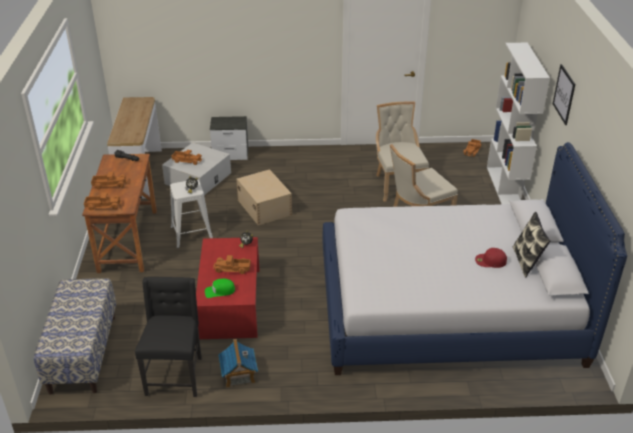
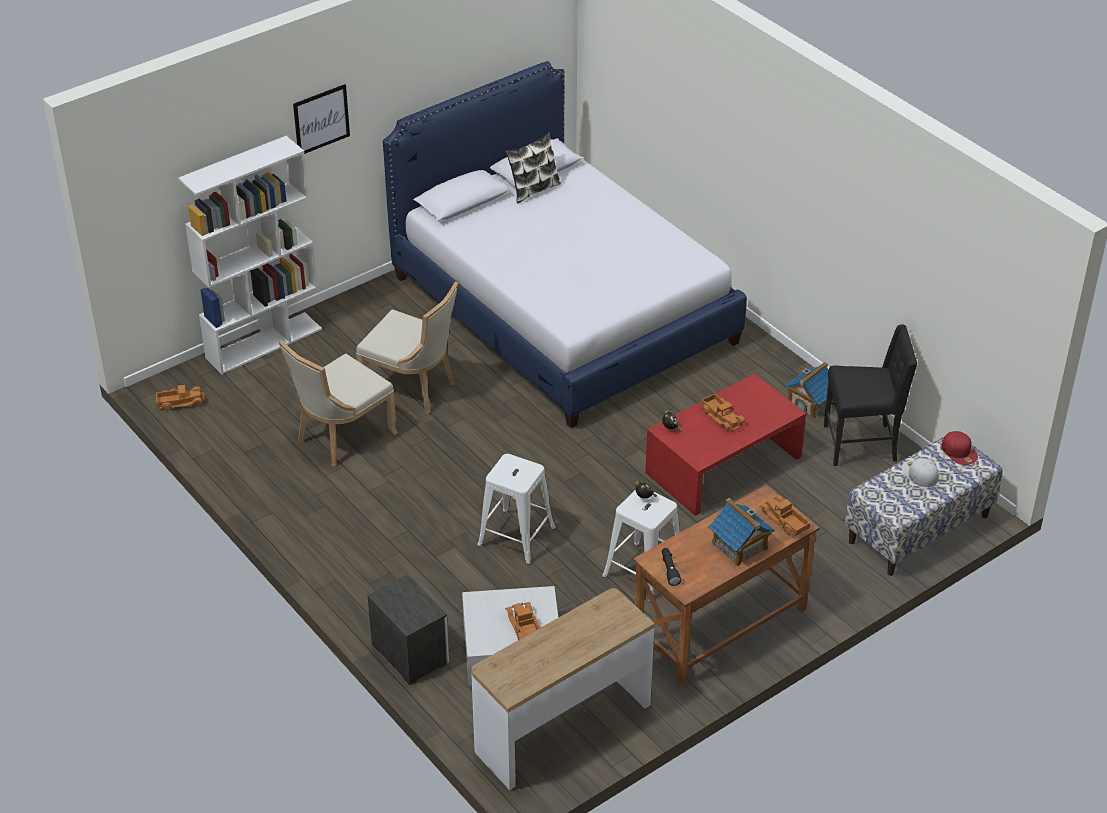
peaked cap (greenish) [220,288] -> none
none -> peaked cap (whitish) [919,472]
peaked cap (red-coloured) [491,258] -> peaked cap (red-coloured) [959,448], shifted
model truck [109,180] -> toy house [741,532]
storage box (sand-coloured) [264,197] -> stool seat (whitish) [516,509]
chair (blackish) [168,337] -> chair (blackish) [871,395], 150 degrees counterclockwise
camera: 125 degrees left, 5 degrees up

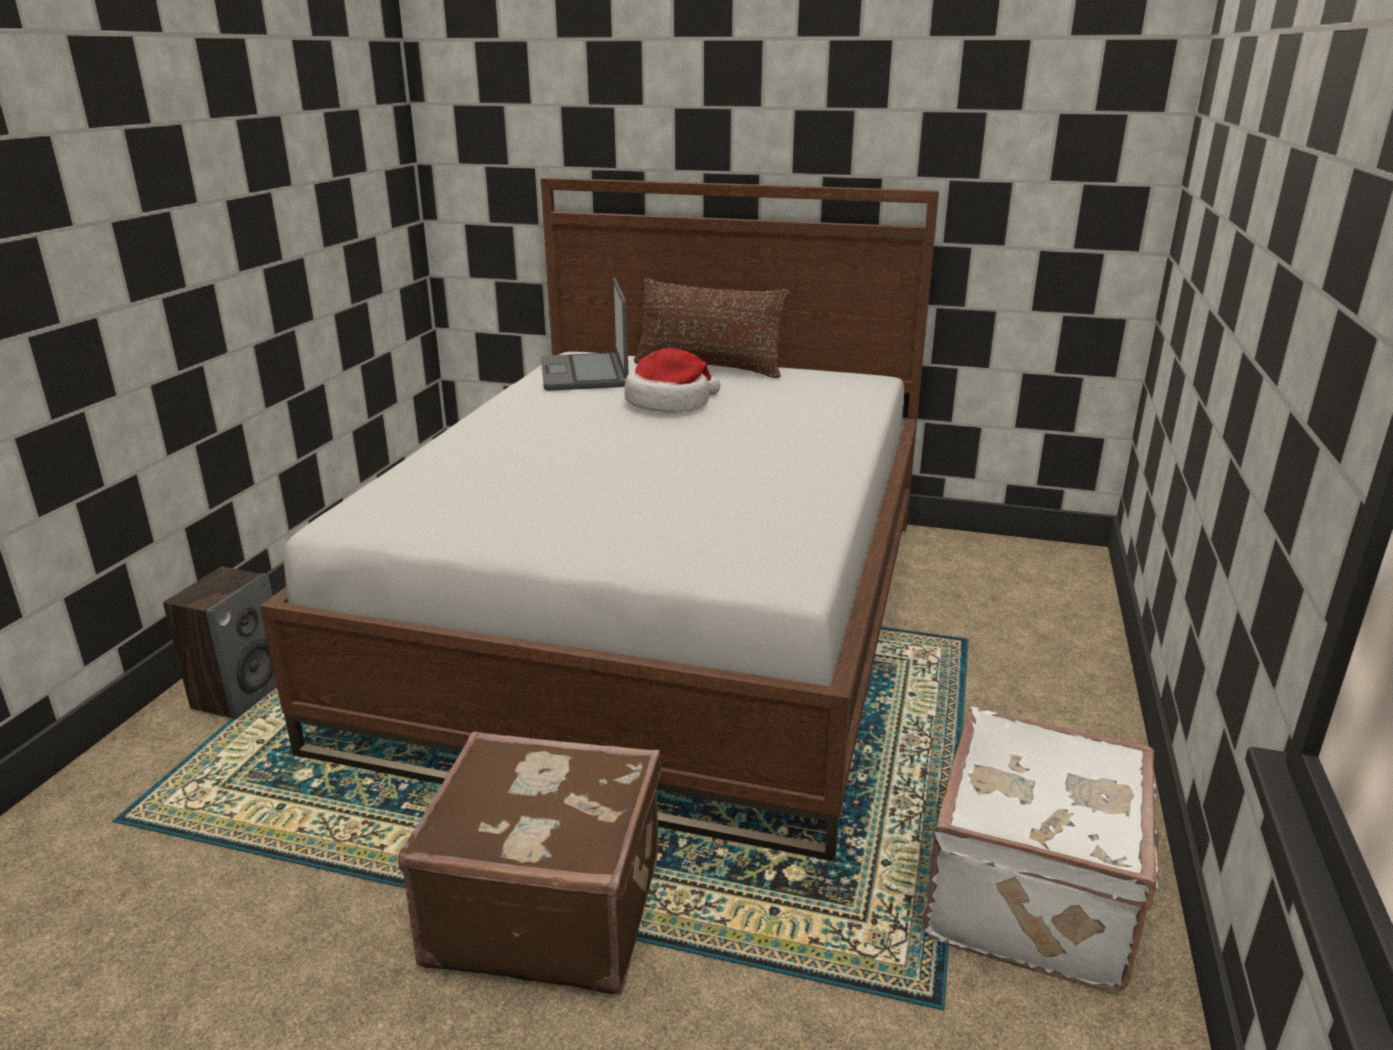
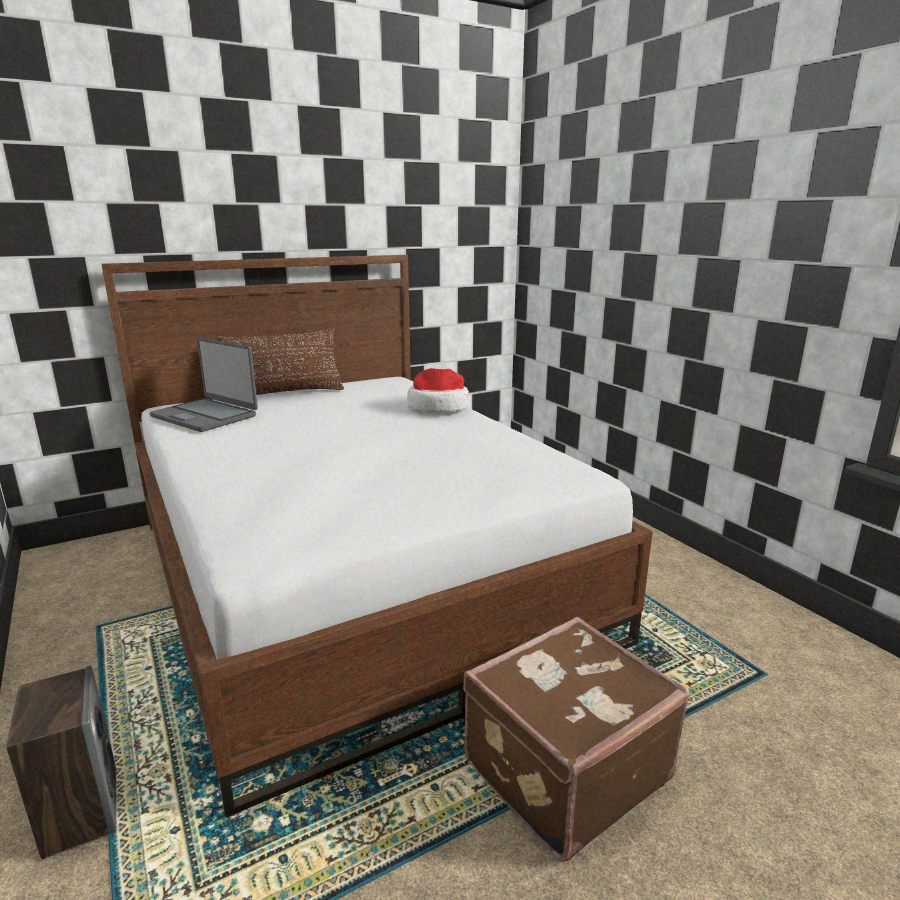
suitcase (whitish) [1042,849] -> none
clothing hat [672,380] -> clothing hat [438,390], shifted
camera: 45 degrees left, 5 degrees down

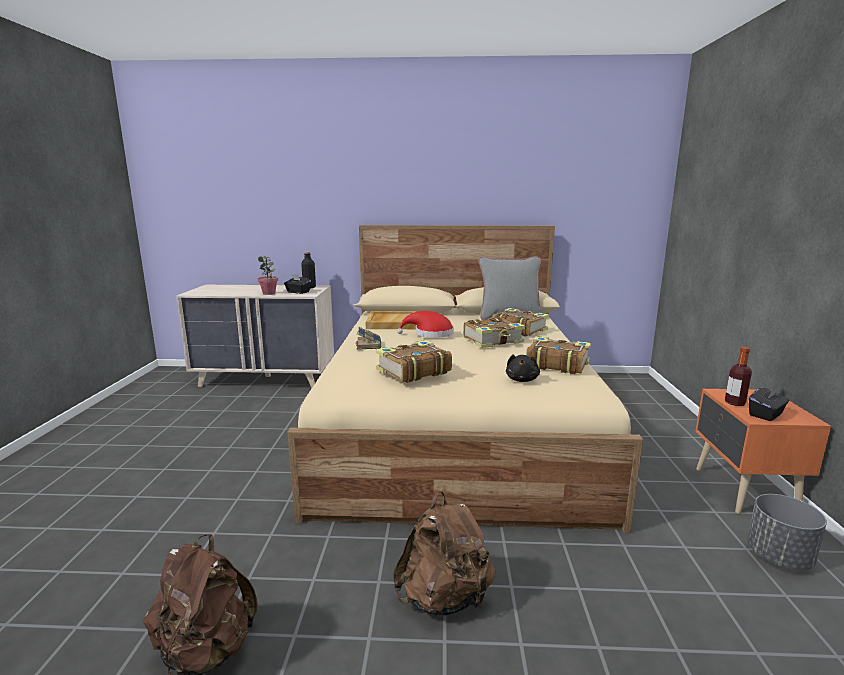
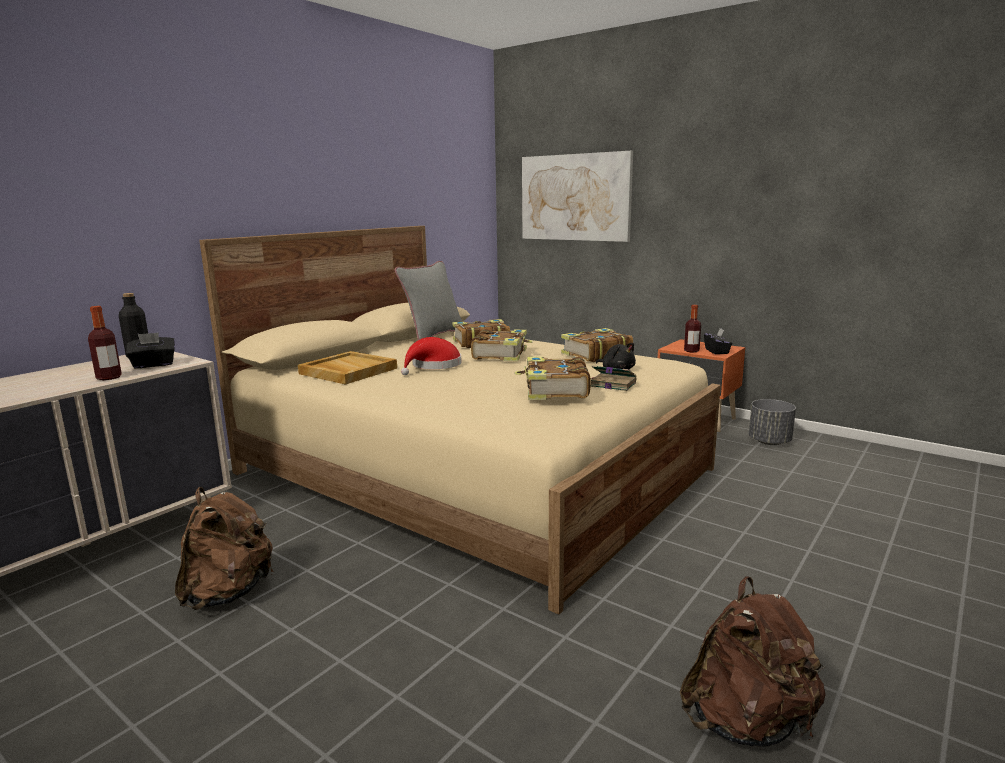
none -> wall art [577,196]
book [368,338] -> book [613,378], shifted
backpack (brown-coloured) [444,553] -> backpack (brown-coloured) [224,548], shifted
plant in a pot [268,275] -> beverage bottle [105,343]
camera: 55 degrees left, 0 degrees up

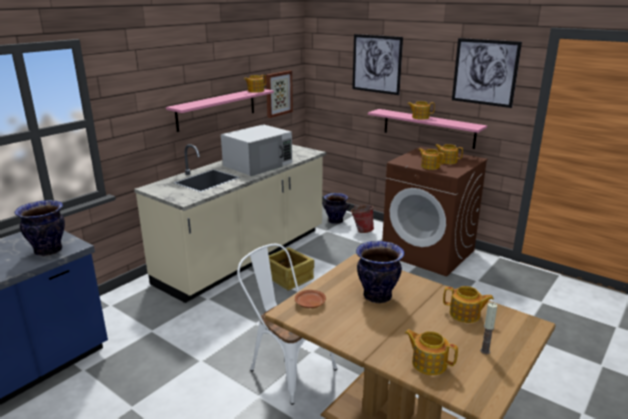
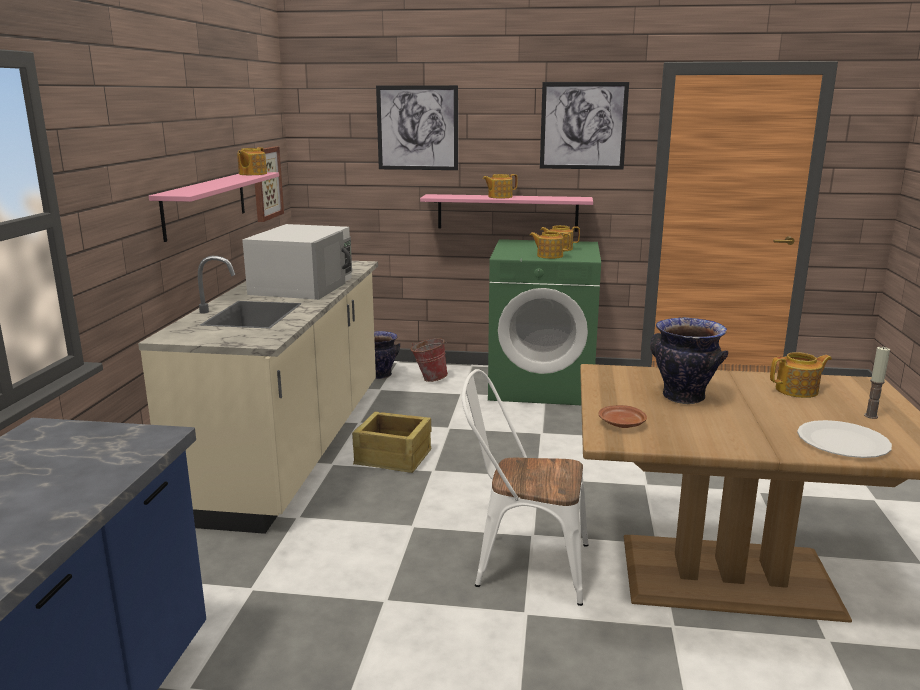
decorative vase [39,228] -> none
teapot [431,352] -> dinner plate (whitish) [844,439]
laundry machine (brown-coloured) [435,211] -> laundry machine (greenish) [544,322]
camera: 30 degrees left, 5 degrees down

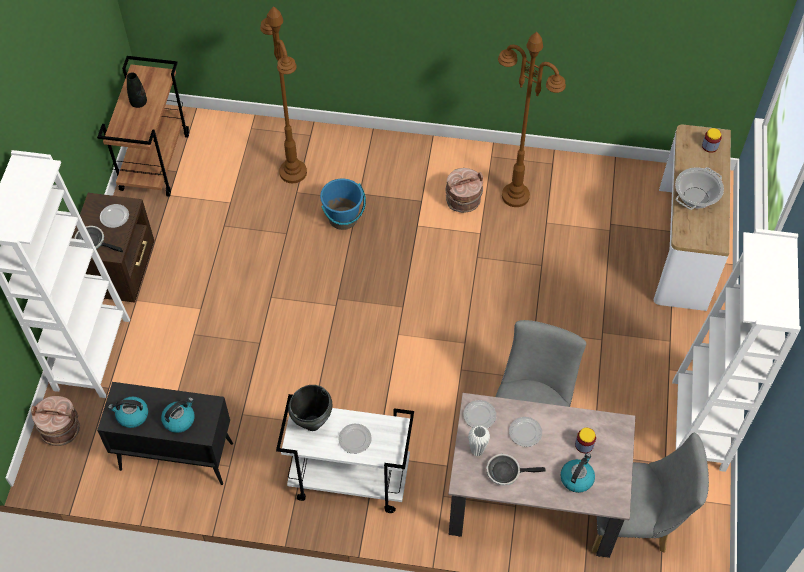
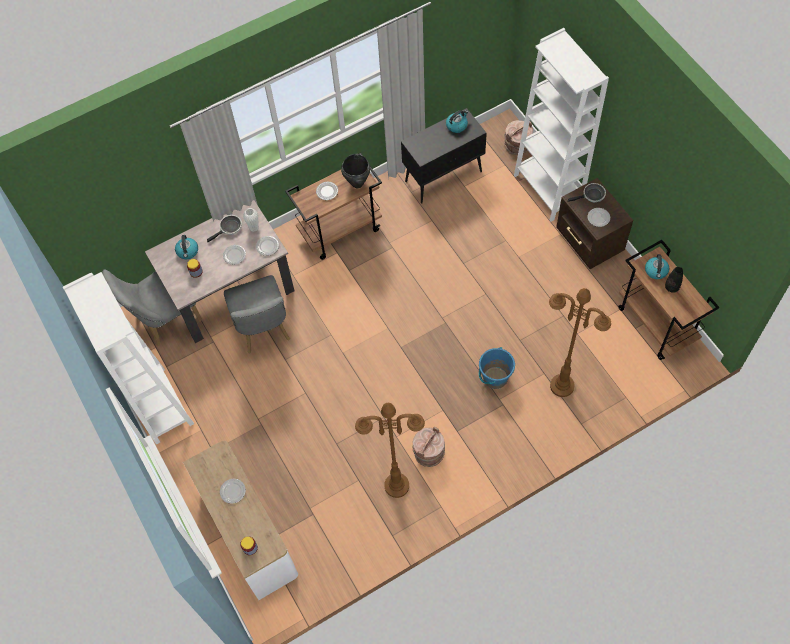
tea kettle [178,415] -> tea kettle [657,266], shifted
saucepot [699,188] -> dinner plate [233,491]
cart (whitish) [345,453] -> cart (brown-coloured) [333,206]
camera: 145 degrees right, 5 degrees up

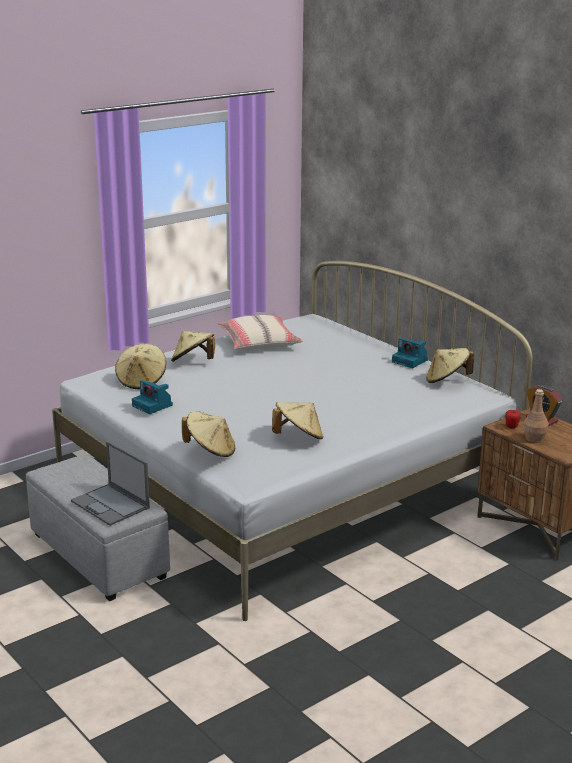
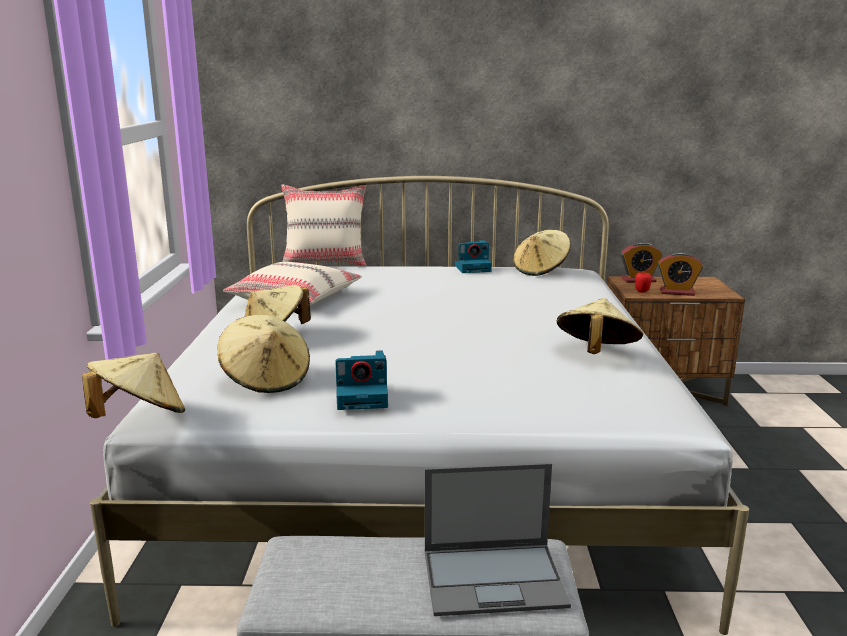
none -> pillow (sand-coloured) [323,225]
clothing hat (sand-coloured) [208,434] -> clothing hat (sand-coloured) [133,385], shifted
beverage bottle (brown-coloured) [536,416] -> alarm clock [680,274]
camera: 50 degrees left, 5 degrees down

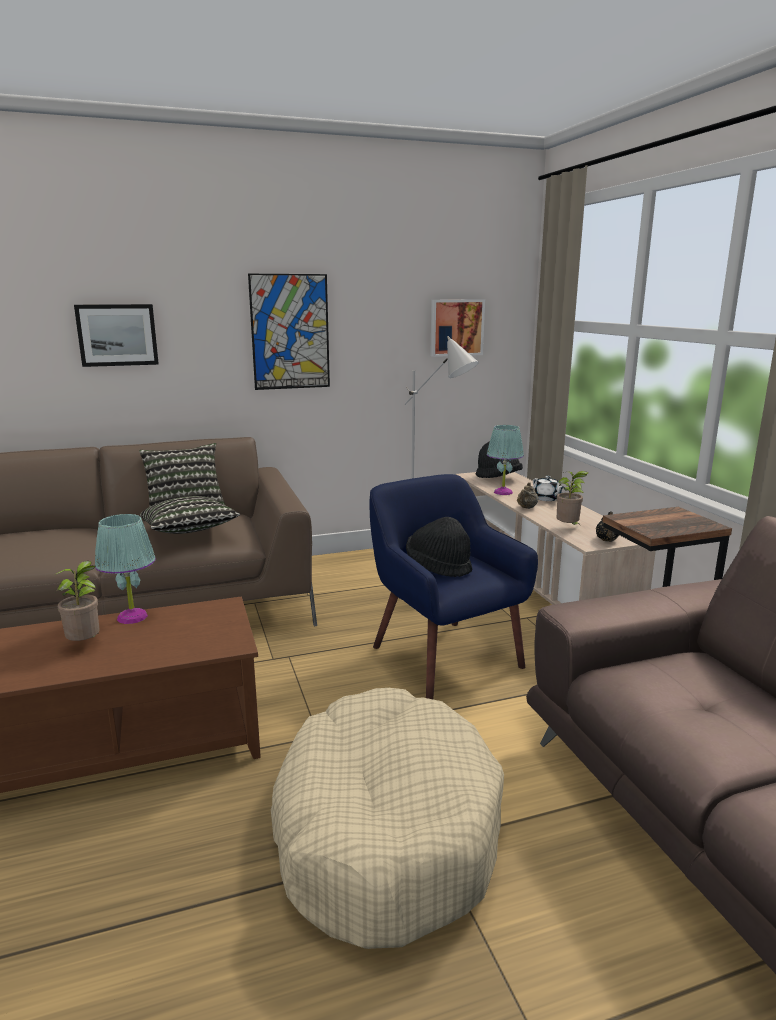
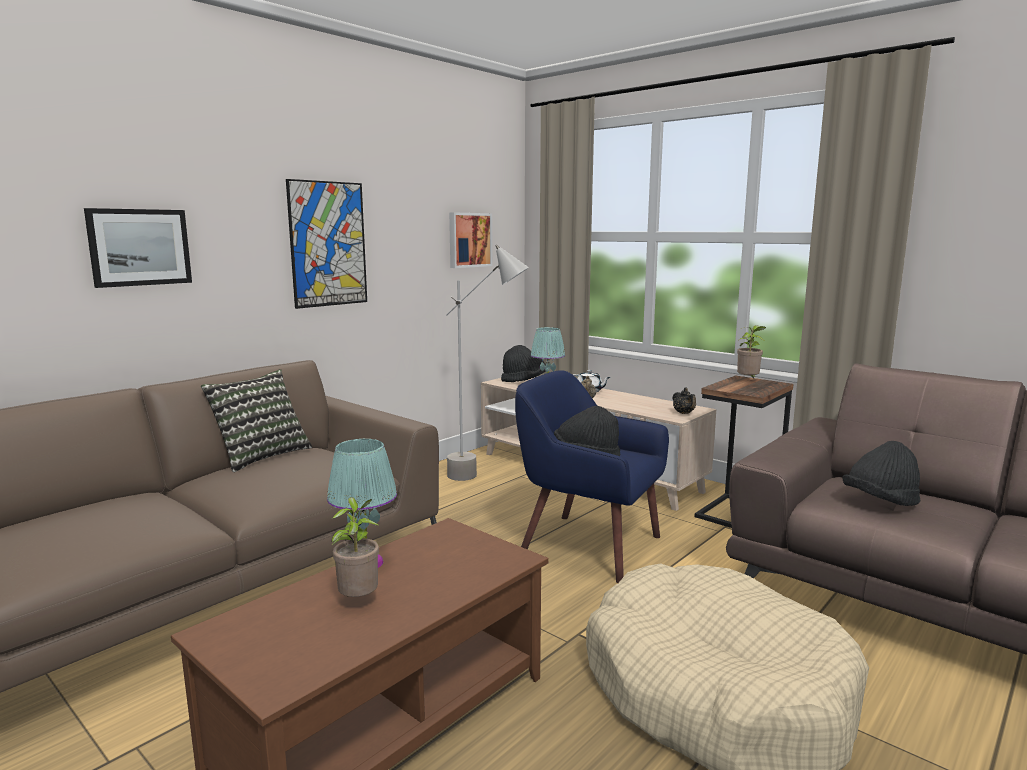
pillow [190,515] -> none
none -> clothing hat (blackish) [881,473]
plant in a pot [572,498] -> plant in a pot [751,351], shifted
camera: 30 degrees left, 5 degrees down

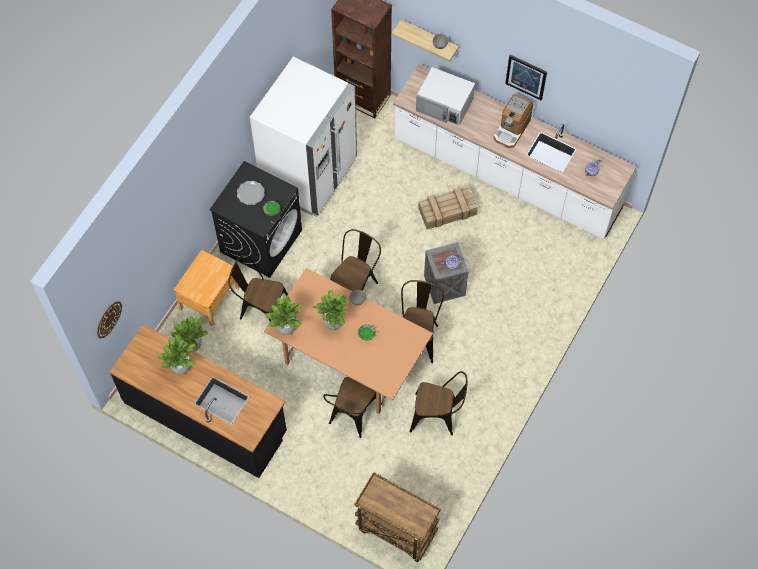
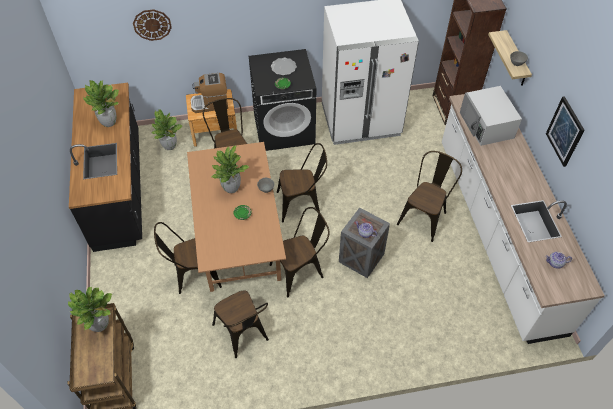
wall clock [109,320] -> wall clock [152,25], shifted
plant in a pot [283,315] -> plant in a pot [90,309], shifted
coffee brewer [513,121] -> coffee brewer [209,93], shifted
packing crate [448,207] -> chair (brown-coloured) [429,196]
camera: 50 degrees right, 10 degrees down

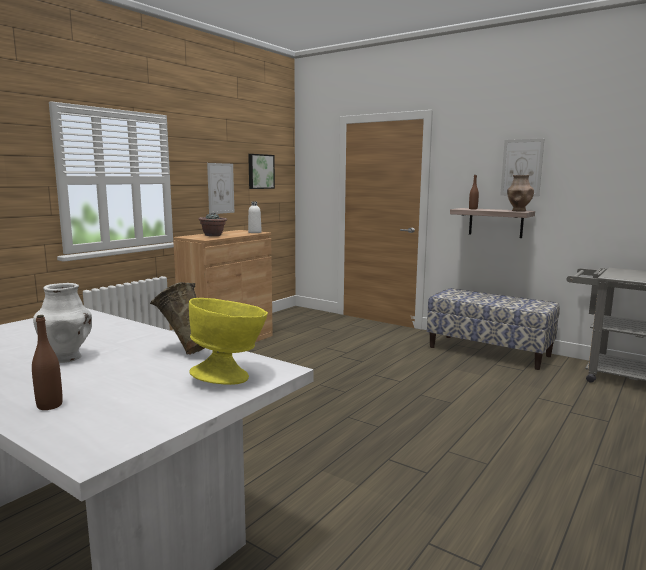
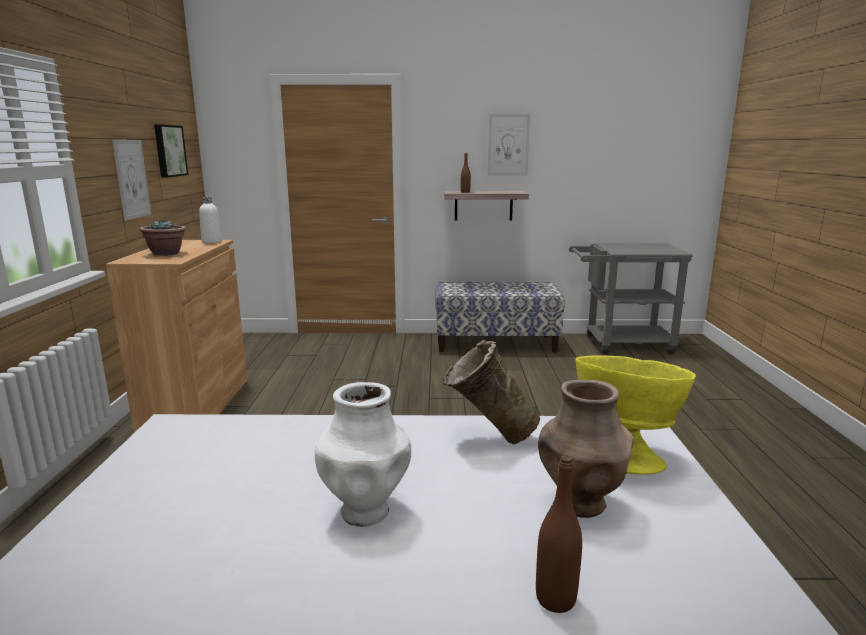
decorative vase (brown-coloured) [520,193] -> decorative vase (brown-coloured) [586,449], shifted
camera: 35 degrees left, 5 degrees up

